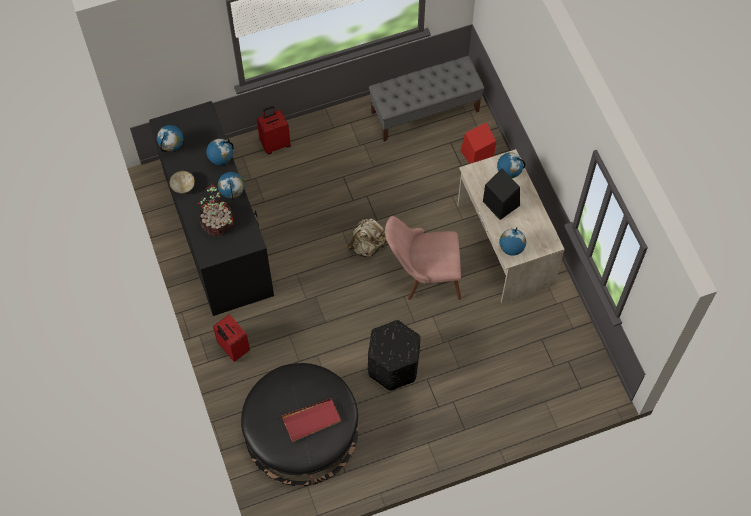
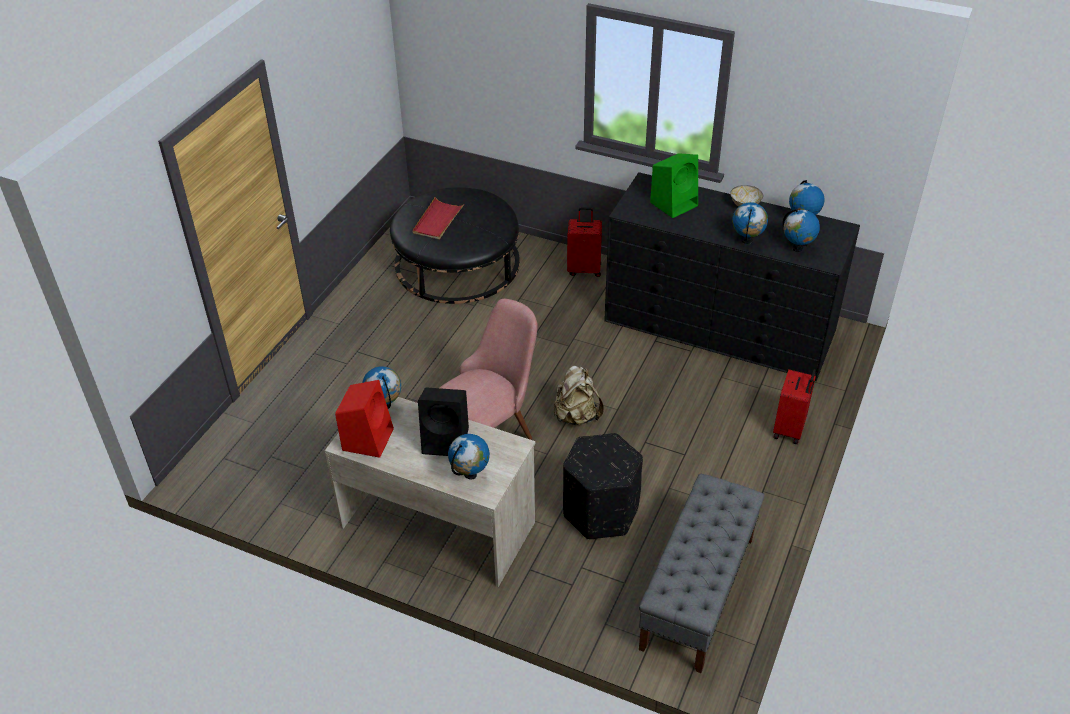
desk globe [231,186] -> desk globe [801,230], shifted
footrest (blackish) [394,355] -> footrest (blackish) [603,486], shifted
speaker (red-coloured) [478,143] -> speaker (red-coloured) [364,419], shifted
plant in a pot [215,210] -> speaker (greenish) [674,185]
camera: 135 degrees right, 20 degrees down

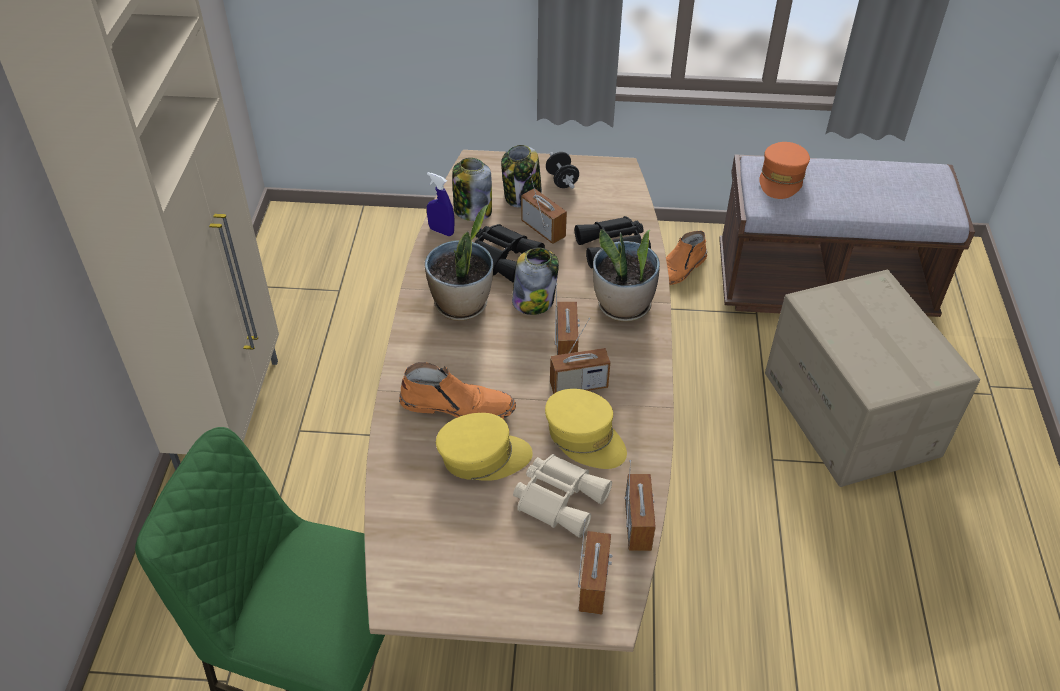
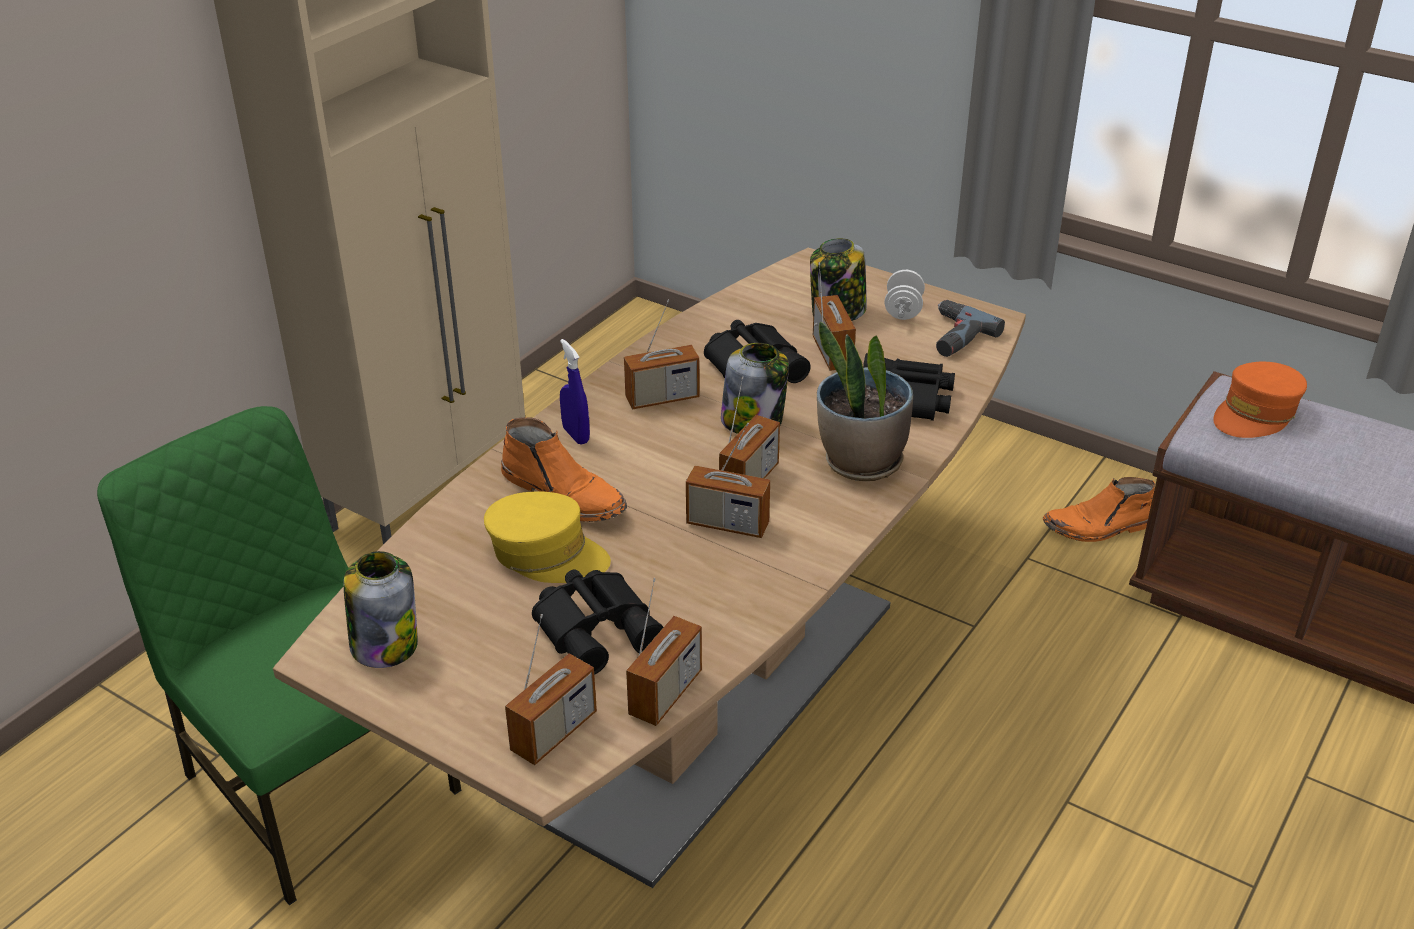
peaked cap (yellow-coloured) [586,429] -> none
carton [872,378] -> none
none -> electric drill [970,328]
hand sprayer (blue-coloured) [441,204] -> hand sprayer (blue-coloured) [575,392], shifted
storage jar [472,189] -> storage jar [381,609], shifted
plant in a pot [458,263] -> radio set [662,354]
binoculars (sand-coloured) [562,496] -> binoculars (blackish) [597,622]
free weight (blackish) [562,170] -> free weight (whitish) [905,295]
camera: 30 degrees right, 10 degrees down

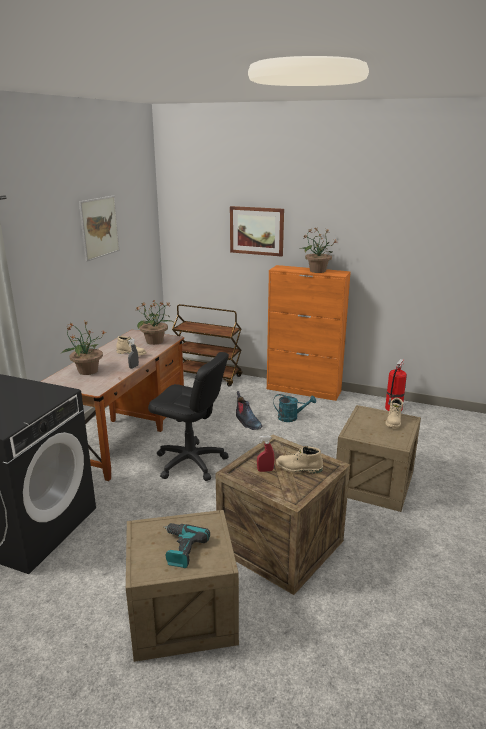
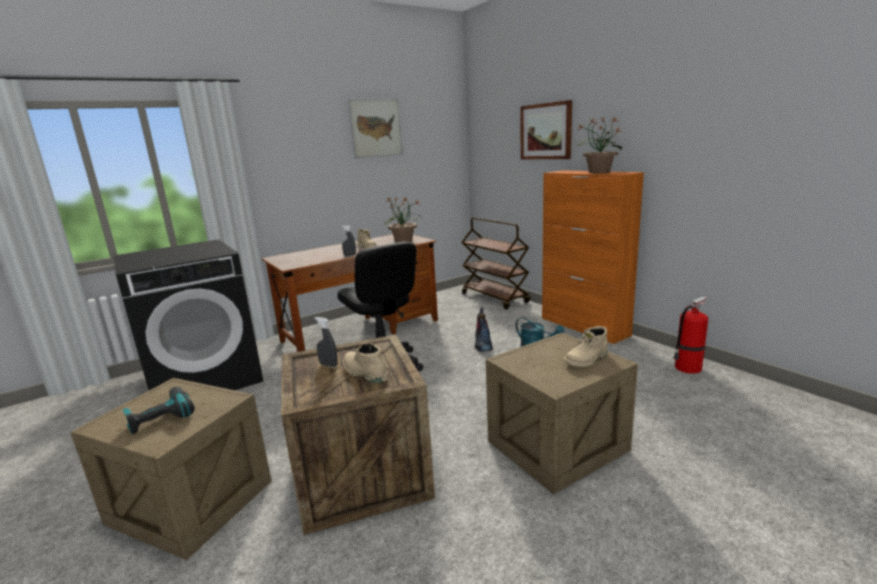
plant in a pot [84,348] -> none
hand sprayer (red-coloured) [265,454] -> hand sprayer (grey) [326,342]
camera: 35 degrees right, 5 degrees down

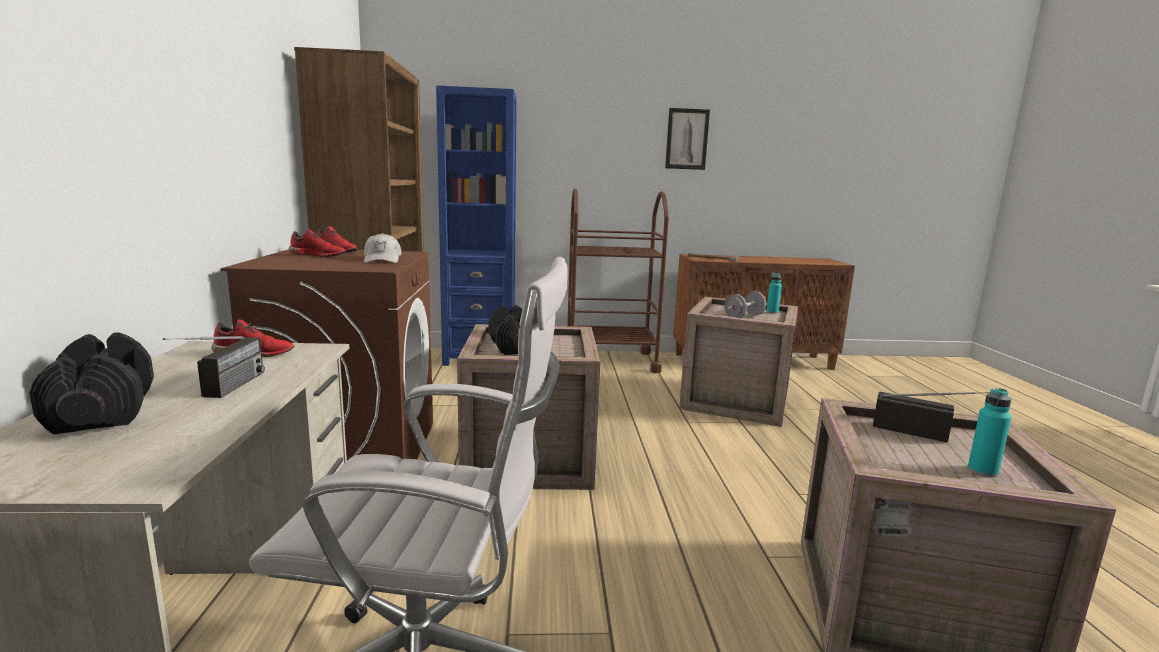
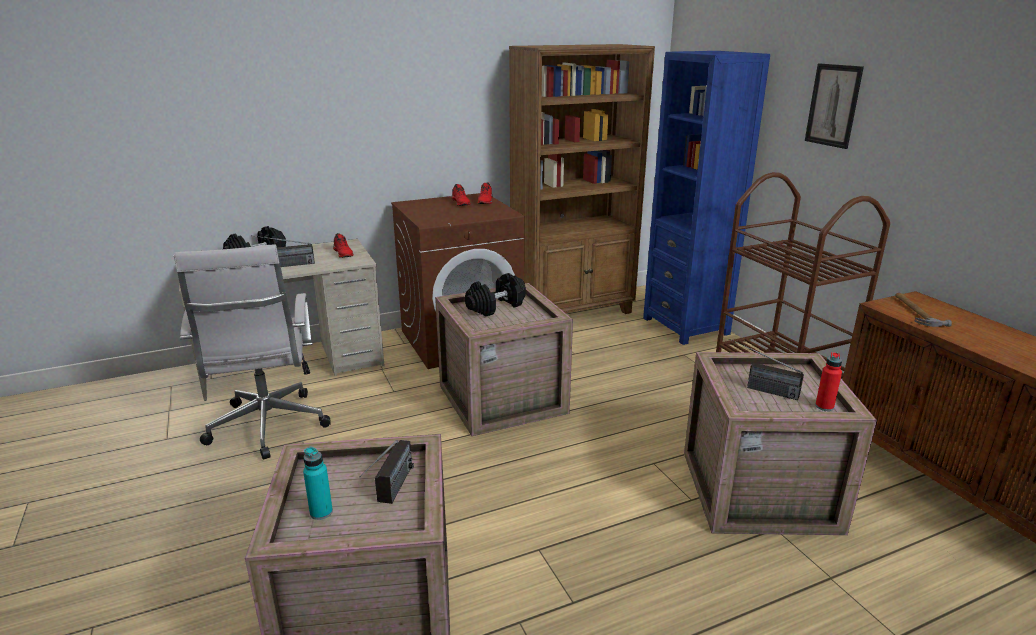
peaked cap (whitish) [382,248] -> none
wall art [687,139] -> wall art [834,106], shifted
free weight (grey) [745,304] -> radio set [766,369]
beverage bottle (blue-green) [774,293] -> beverage bottle (red-coloured) [828,381]
camera: 70 degrees right, 10 degrees up

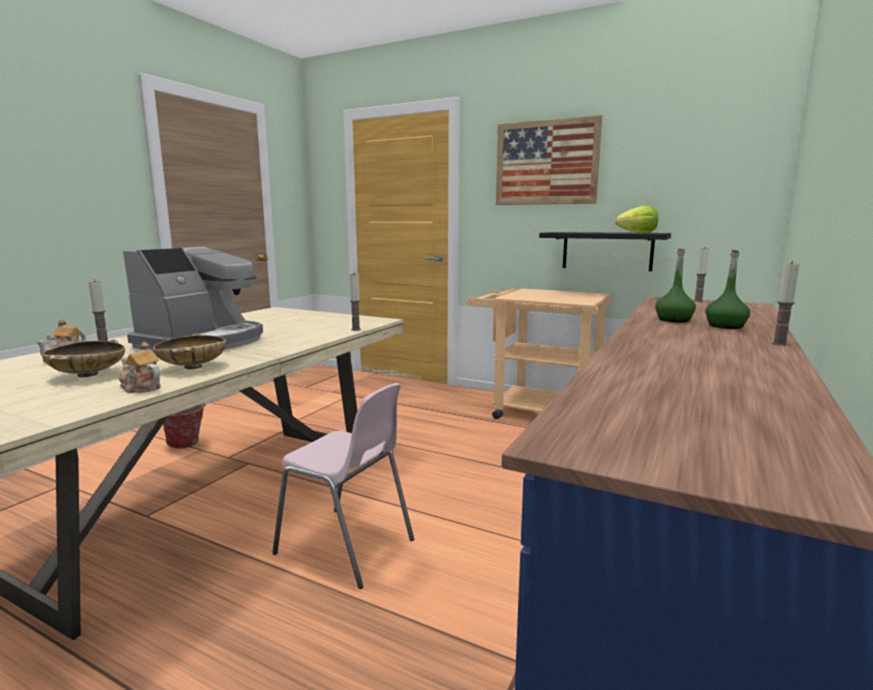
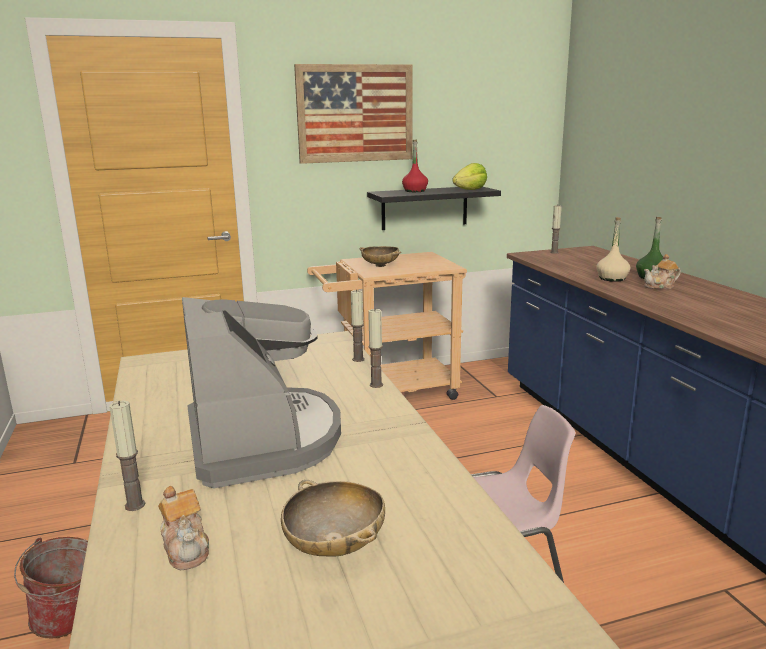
none -> beverage bottle (red-coloured) [415,166]
teapot [139,367] -> teapot [662,271], shifted
bowl (sand-coloured) [189,351] -> bowl (sand-coloured) [380,256], shifted
wax light [786,303] -> wax light [375,348], shifted
beverage bottle (greenish) [675,285] -> beverage bottle (sand-coloured) [613,249]
camera: 45 degrees left, 5 degrees up

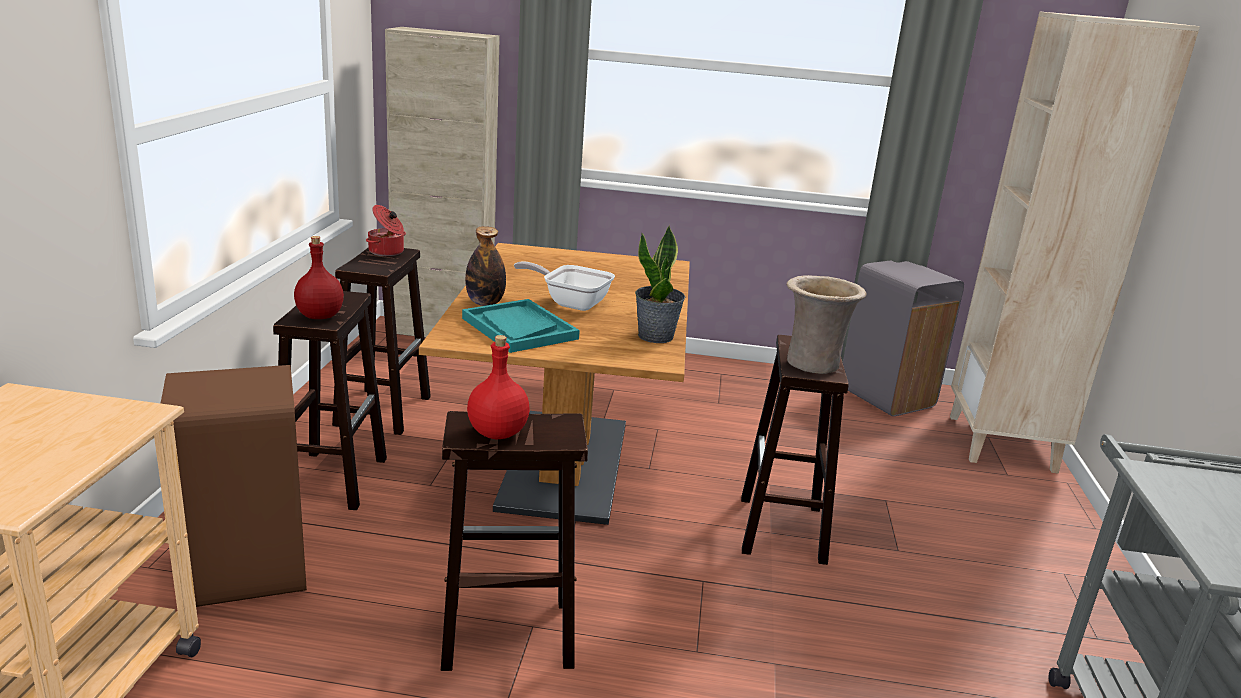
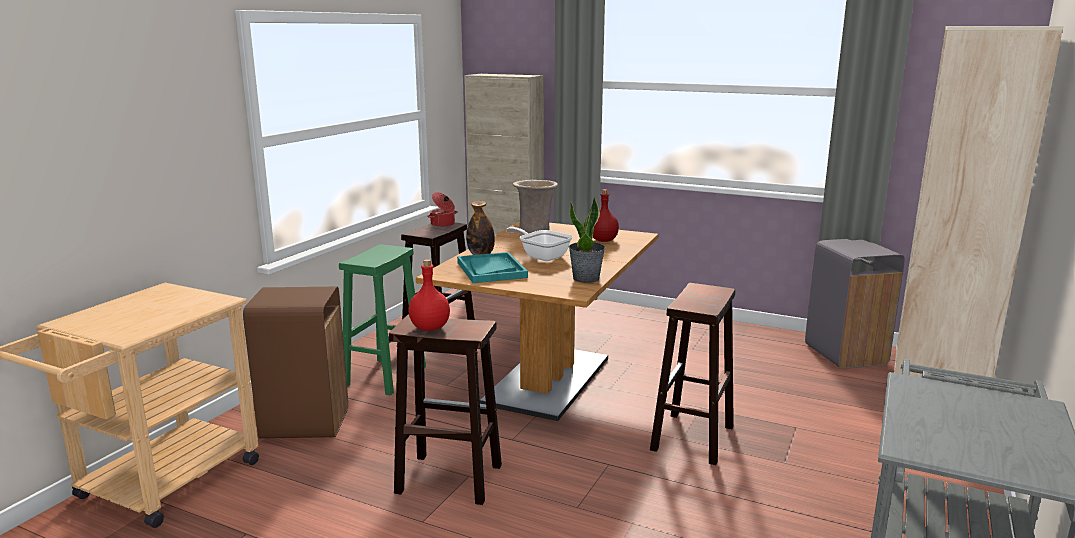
beverage bottle (red-coloured) [319,277] -> beverage bottle (red-coloured) [606,215], shifted
decorative vase (sand-coloured) [827,324] -> decorative vase (sand-coloured) [535,207], shifted
stool seat (brown-coloured) [330,400] -> stool seat (greenish) [382,320]
camera: 20 degrees right, 5 degrees down

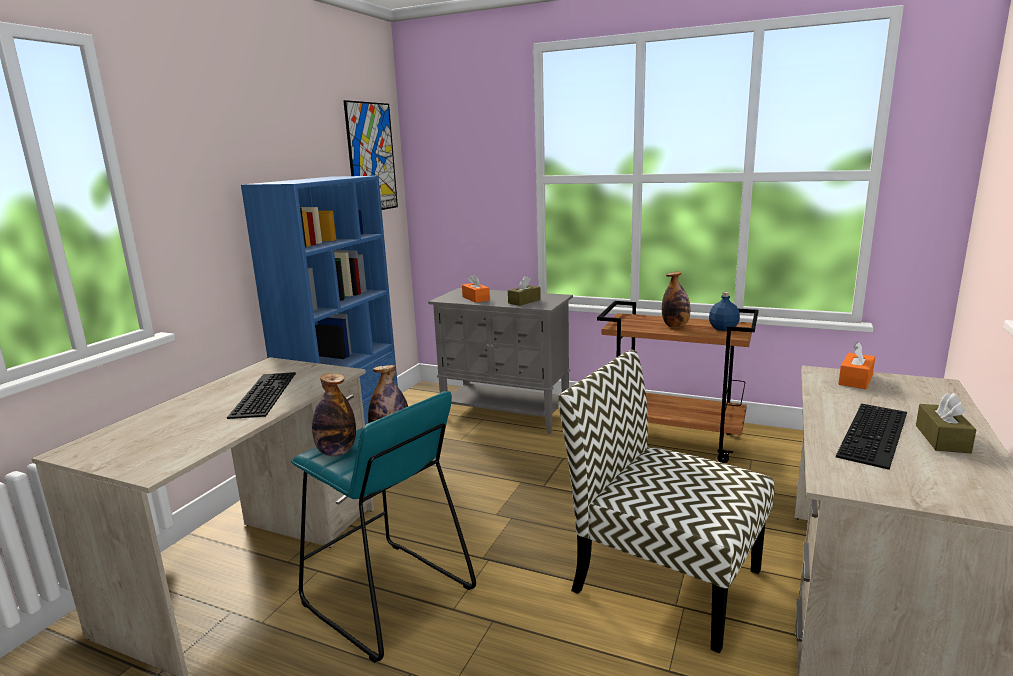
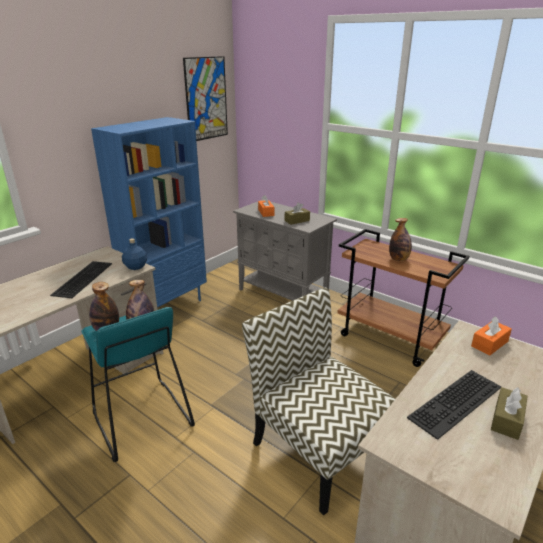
beverage bottle (blue-coloured) [724,311] -> beverage bottle (blue-coloured) [134,254], shifted
camera: 15 degrees right, 10 degrees up

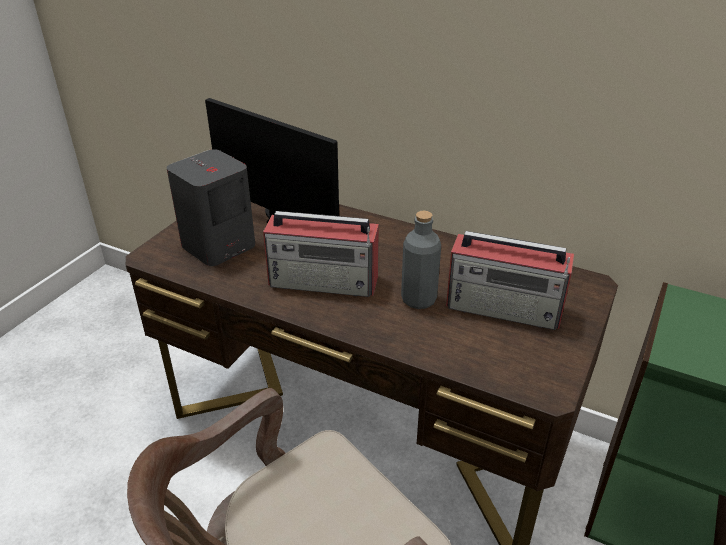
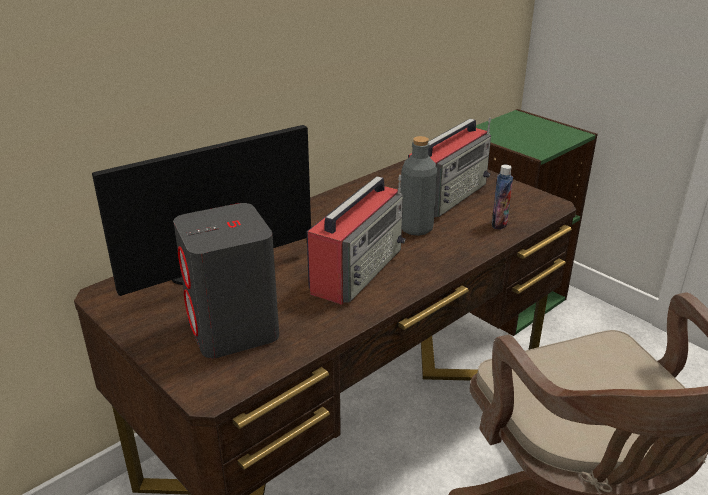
none -> beverage bottle [502,197]
camera: 70 degrees left, 5 degrees down

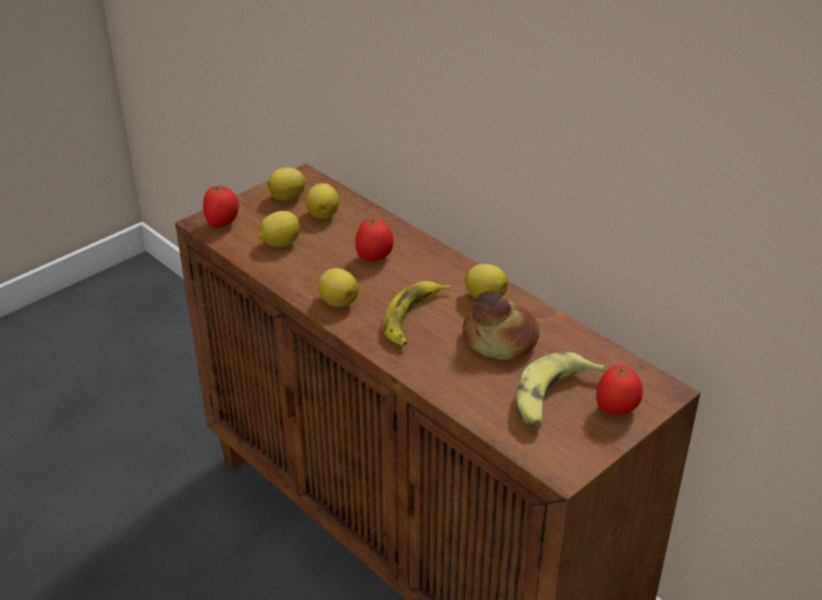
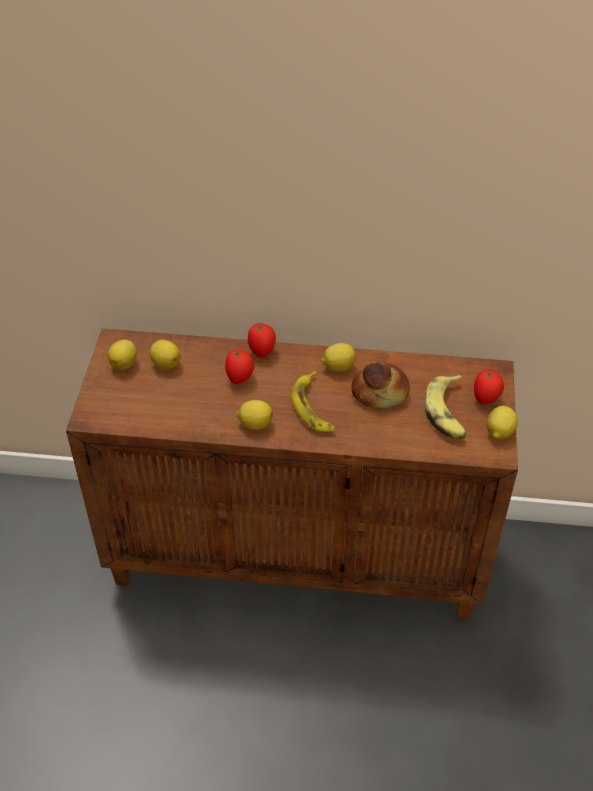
tomato [221,206] -> tomato [262,340], shifted
whole lemon [279,229] -> whole lemon [502,422], shifted
camera: 40 degrees left, 10 degrees up

